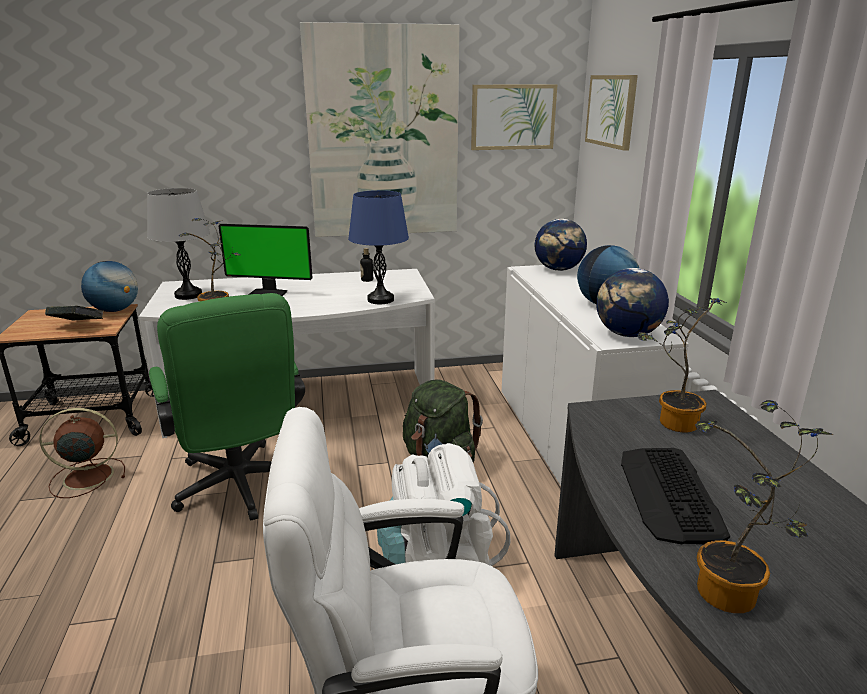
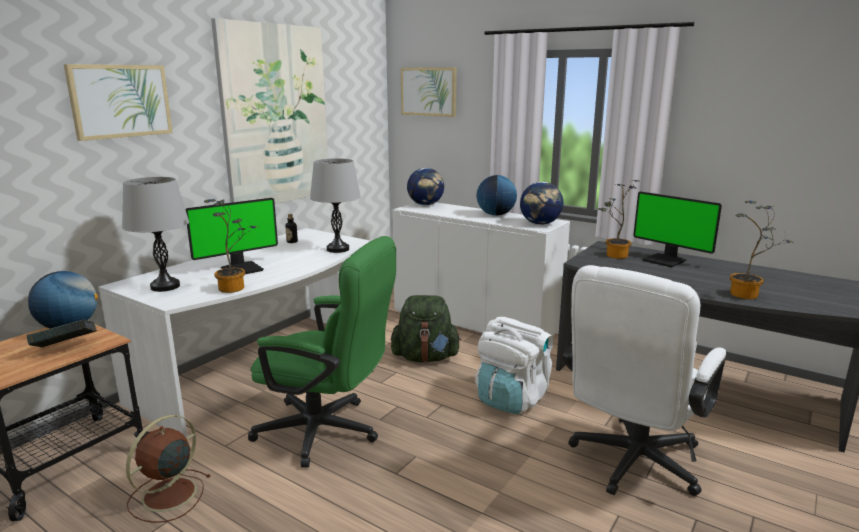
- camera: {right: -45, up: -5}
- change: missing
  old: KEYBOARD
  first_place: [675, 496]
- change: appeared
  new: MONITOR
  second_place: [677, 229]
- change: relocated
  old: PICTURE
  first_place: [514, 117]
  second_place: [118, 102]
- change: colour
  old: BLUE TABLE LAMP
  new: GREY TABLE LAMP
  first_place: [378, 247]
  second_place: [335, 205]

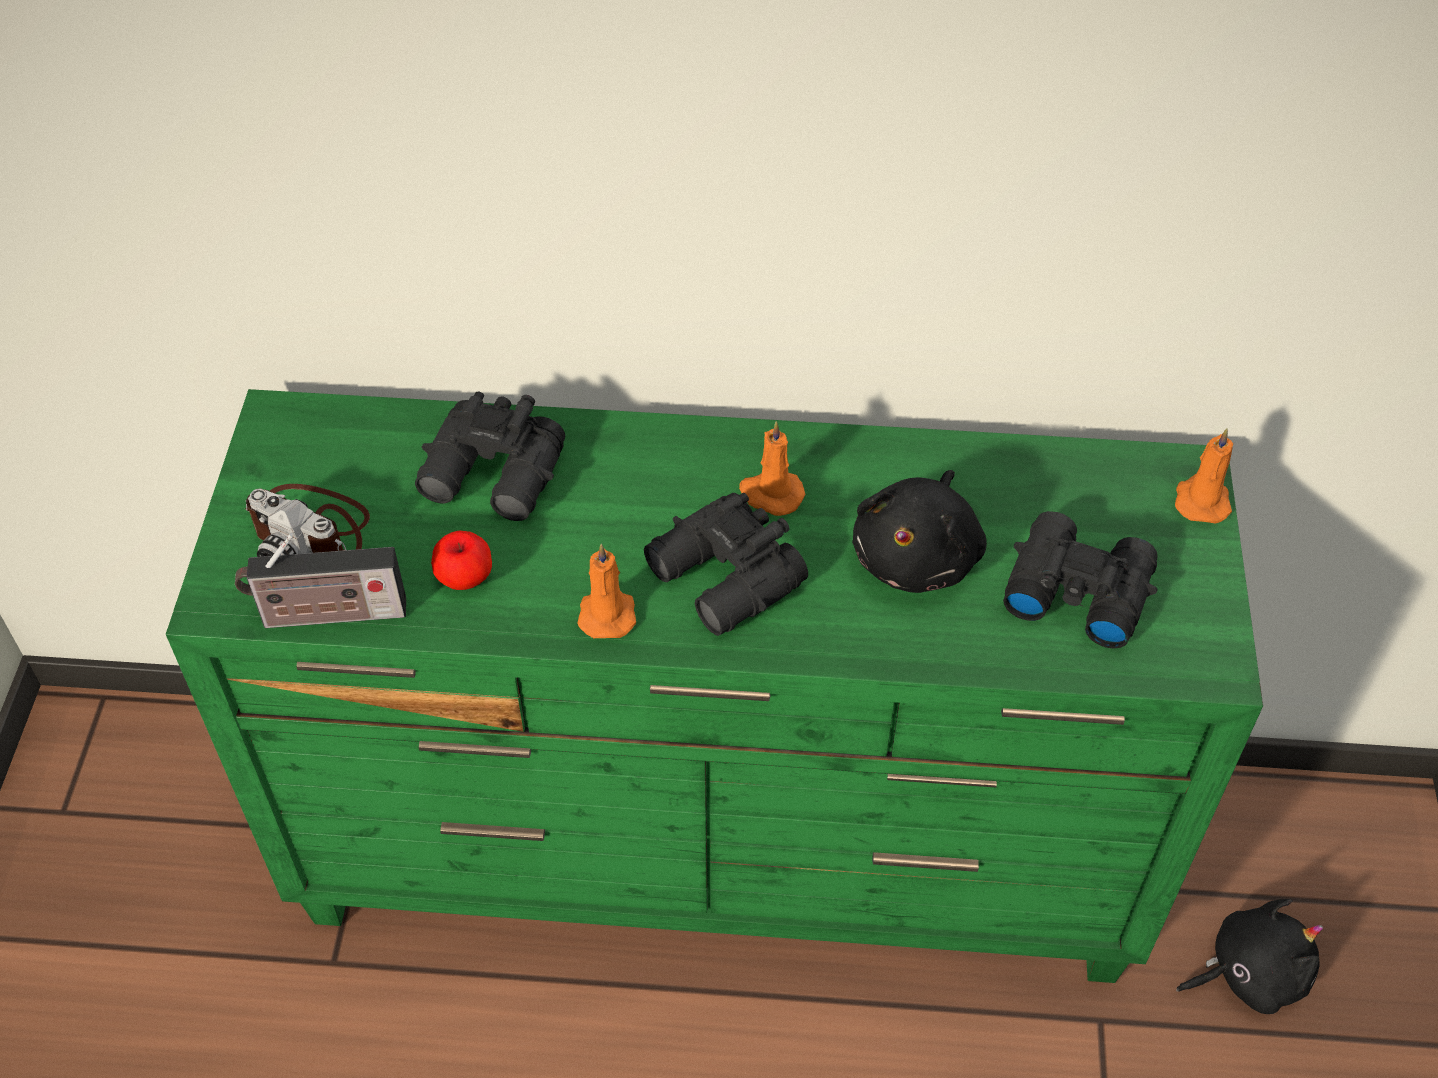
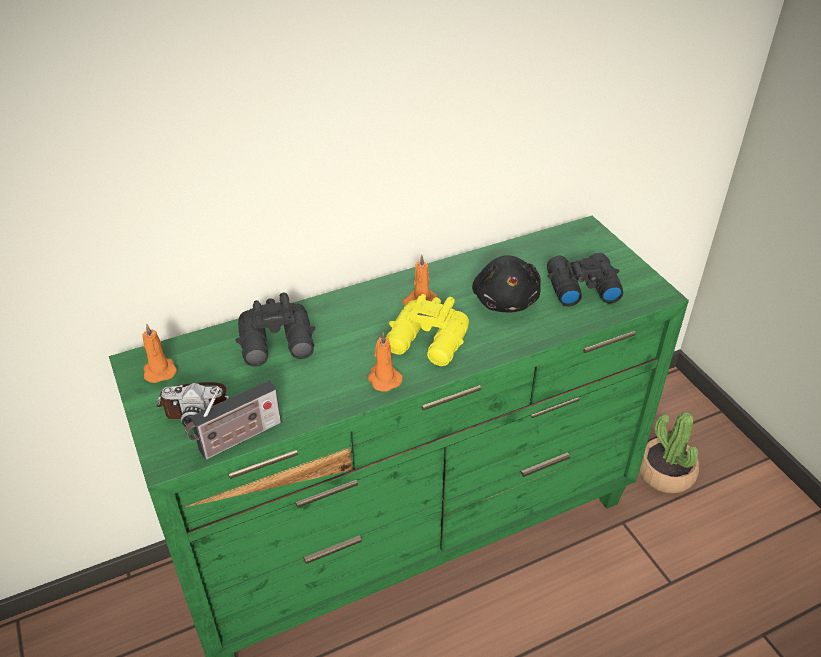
- camera: {right: -30, up: -10}
- change: missing
  old: APPLE
  first_place: [461, 560]
- change: relocated
  old: ORANGE CANDLE
  first_place: [1204, 475]
  second_place: [159, 353]
- change: exchanged
  old: BLACK PLUSH TOY
  new: POTTED PLANT
  first_place: [1249, 956]
  second_place: [669, 453]
- change: colour
  old: BLACK BINOCULARS
  new: YELLOW BINOCULARS
  first_place: [726, 564]
  second_place: [427, 330]

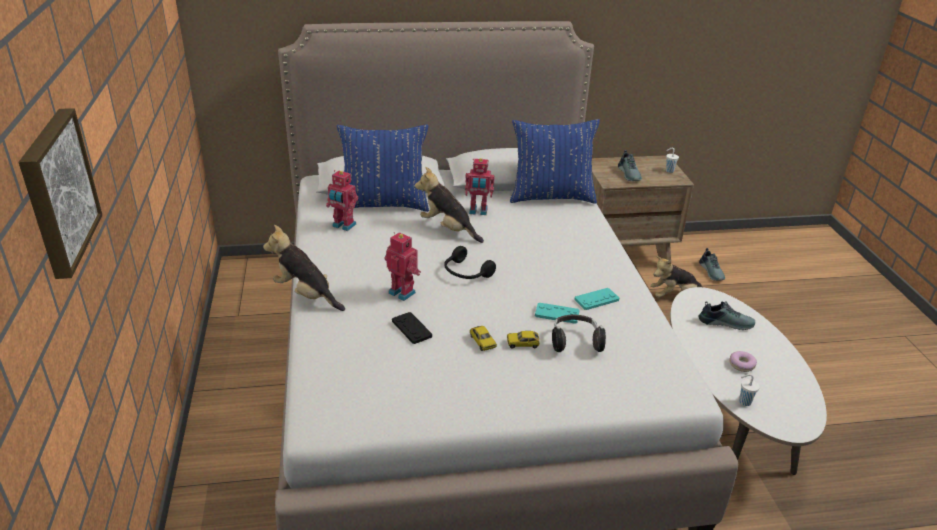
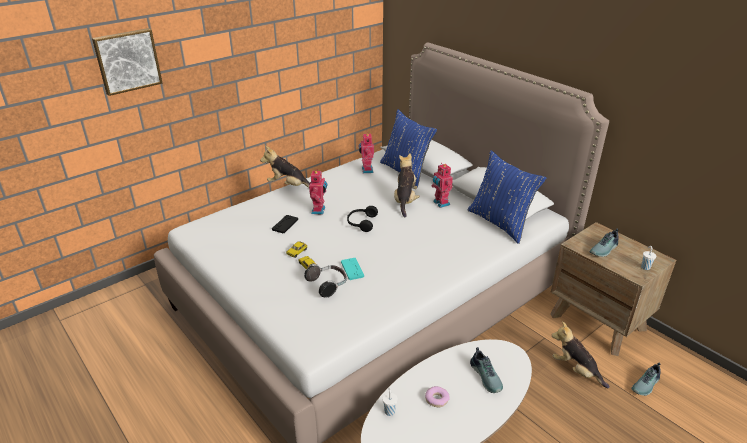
- camera: {right: 60, up: 0}
- change: missing
  old: TURQUOISE GAME CONTROLLER
  first_place: [596, 299]
- change: spun
  old: PLUSH TOY
  first_place: [304, 268]
  second_place: [285, 167]
  degrees: -75

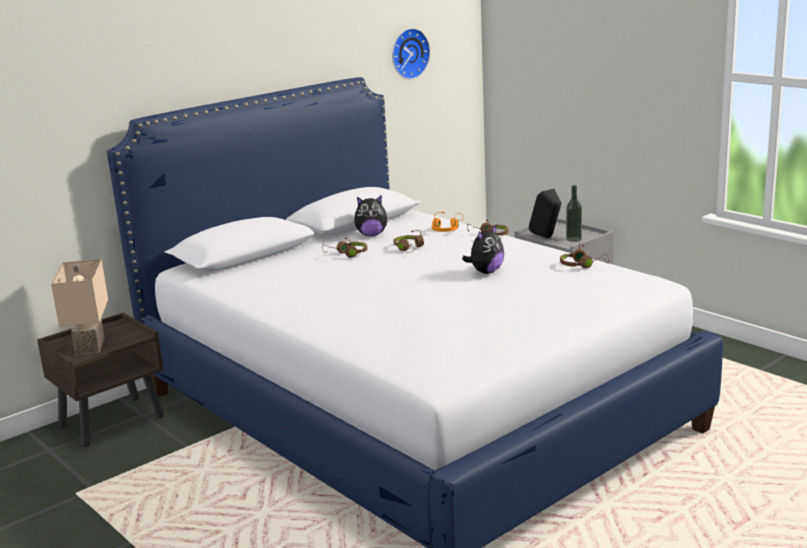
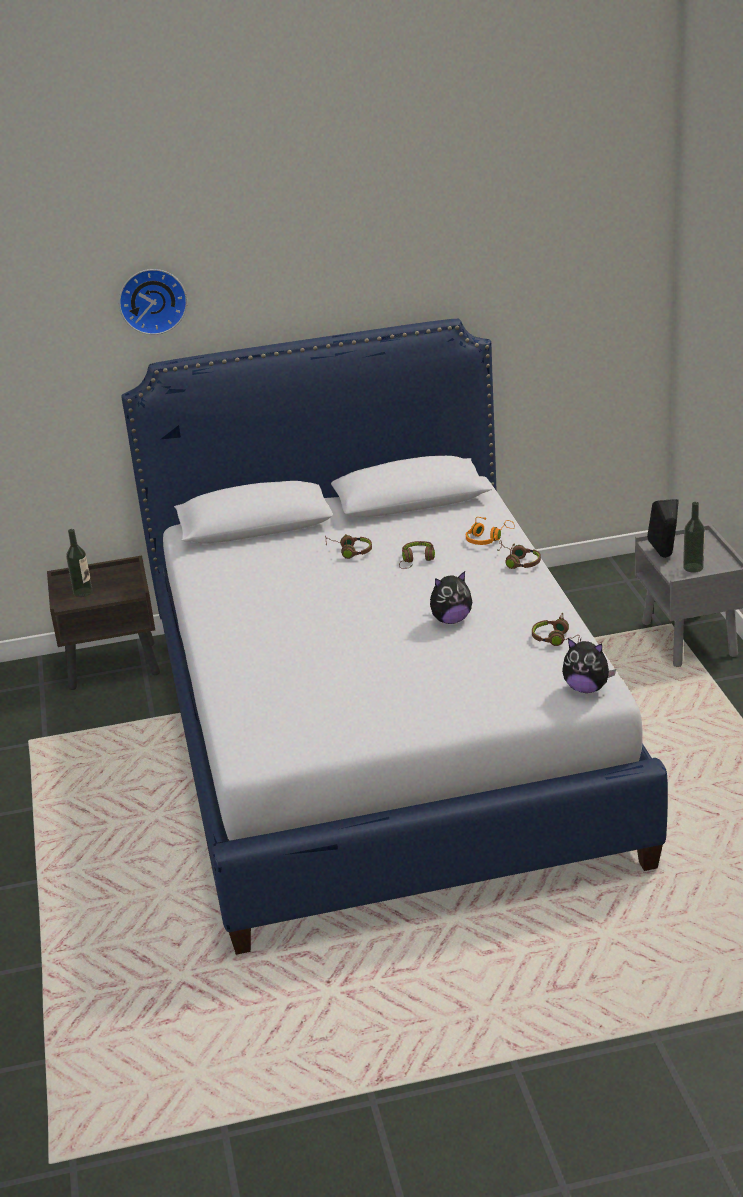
- camera: {right: 30, up: 10}
- change: relocated
  old: PLUSH TOY
  first_place: [371, 215]
  second_place: [589, 665]
- change: relocated
  old: WALL CLOCK
  first_place: [411, 53]
  second_place: [153, 302]
- change: exchanged
  old: BEIGE TABLE LAMP
  new: BOTTLE
  first_place: [79, 307]
  second_place: [79, 563]

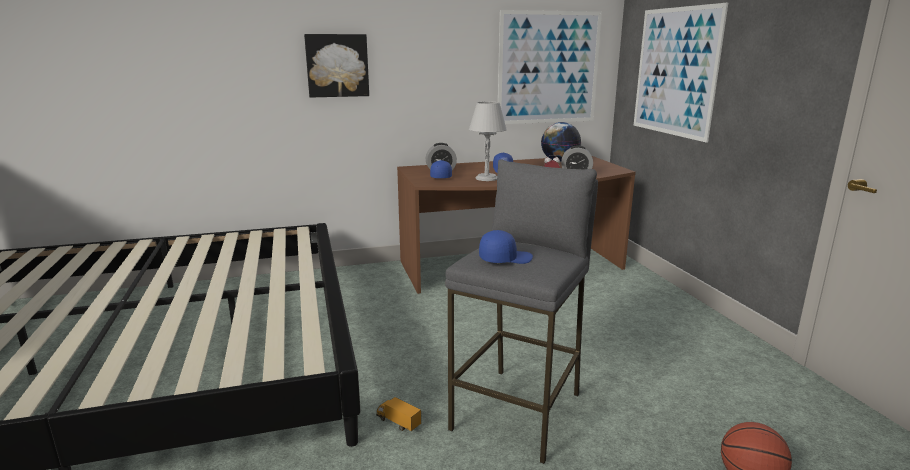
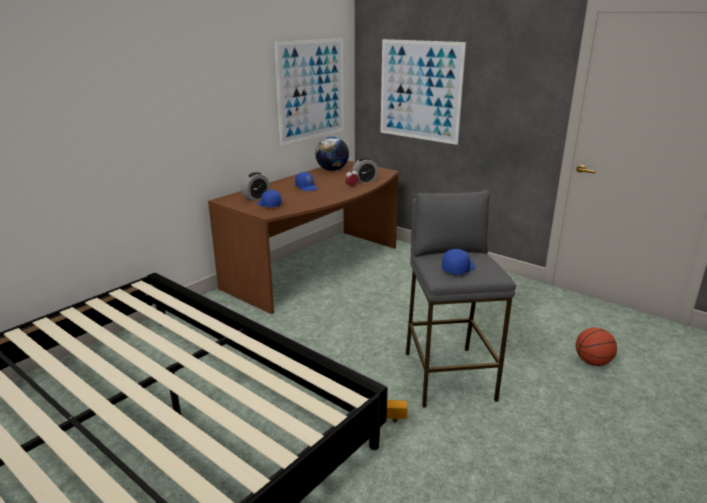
- camera: {right: -35, up: 5}
- change: missing
  old: PICTURE
  first_place: [336, 66]
- change: missing
  old: GREY TABLE LAMP
  first_place: [488, 141]

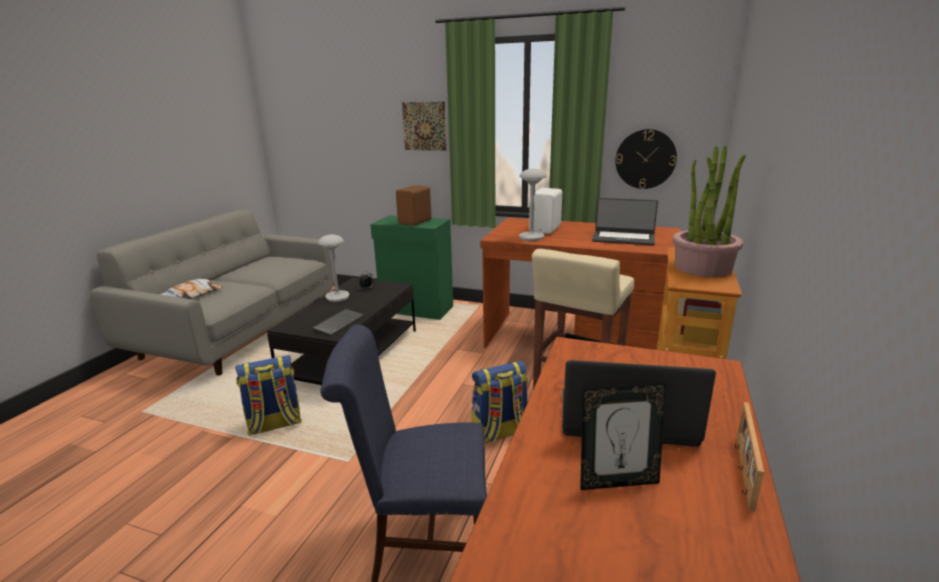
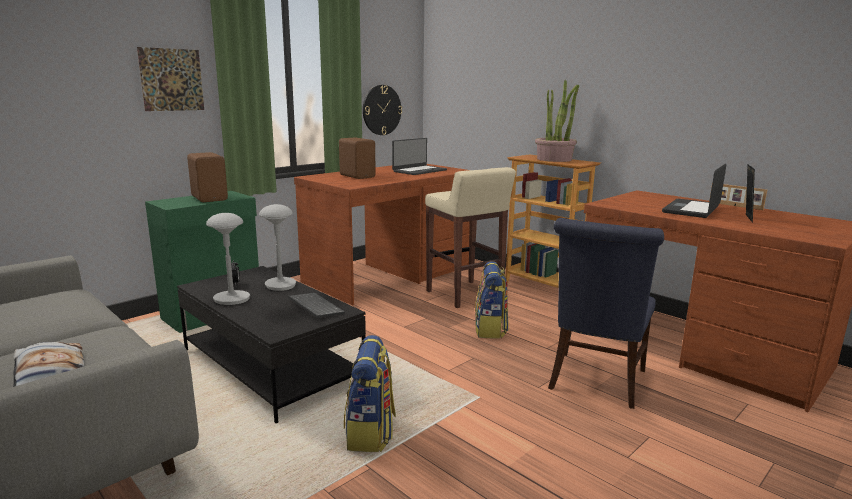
- camera: {right: -65, up: -5}
- change: relocated
  old: GREY TABLE LAMP
  first_place: [533, 204]
  second_place: [277, 247]
- change: colour
  old: WHITE SPEAKER
  new: BROWN SPEAKER
  first_place: [545, 211]
  second_place: [357, 158]

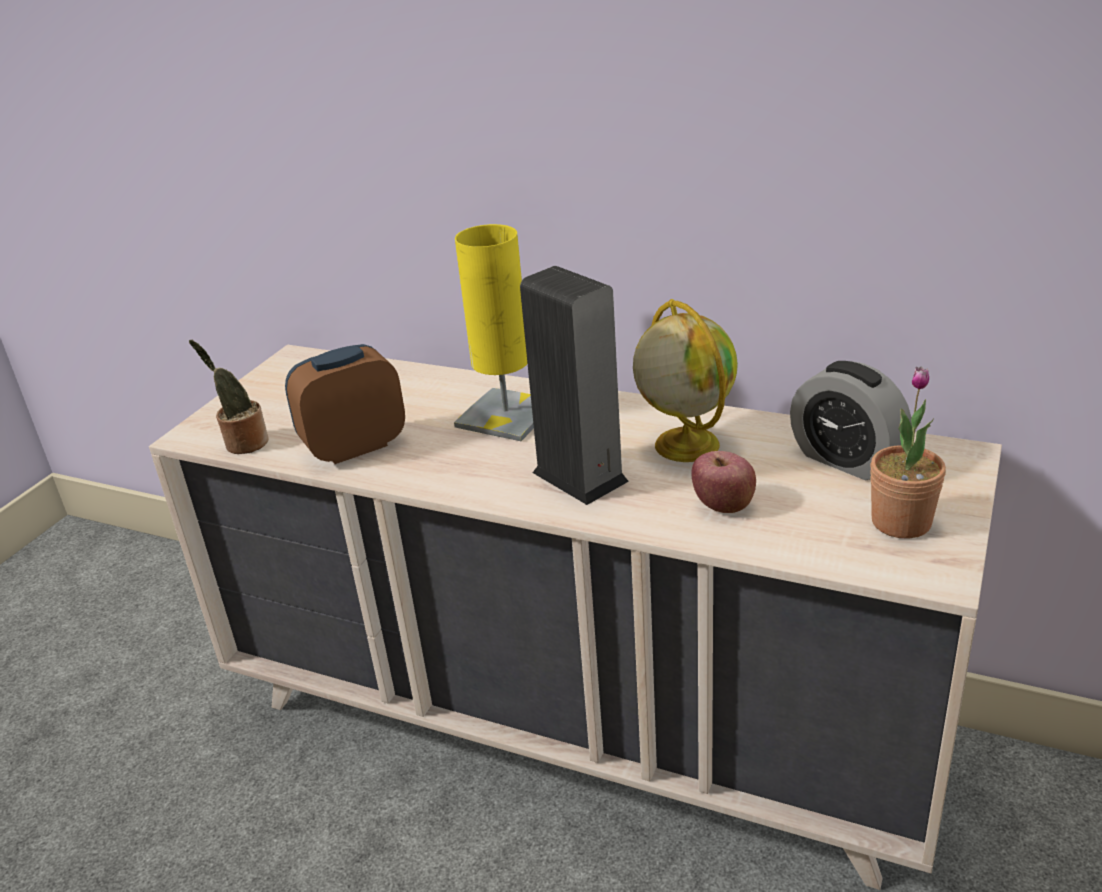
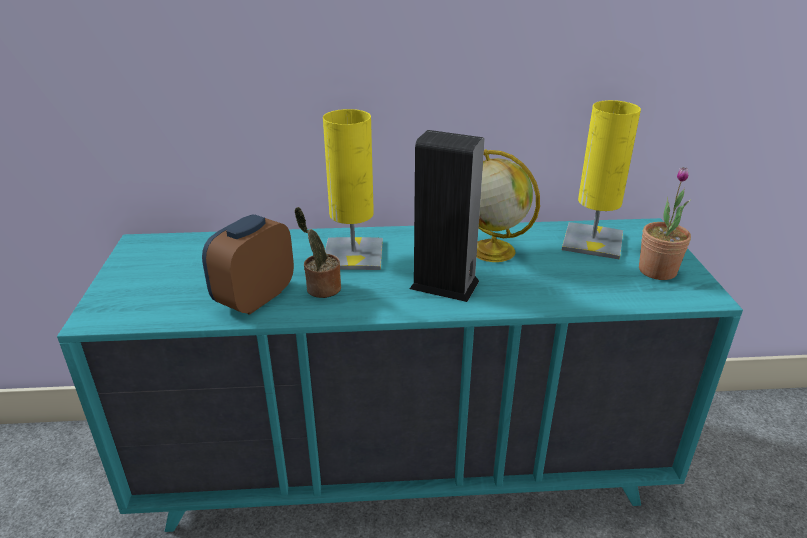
- camera: {right: -30, up: 0}
- change: missing
  old: APPLE
  first_place: [723, 482]
- change: relocated
  old: POTTED PLANT
  first_place: [229, 397]
  second_place: [318, 252]
- change: exchanged
  old: ALARM CLOCK
  new: YELLOW TABLE LAMP
  first_place: [851, 420]
  second_place: [601, 179]
- change: colour
  old: BEIGE DRESSER
  new: TURQUOISE DRESSER
  first_place: [575, 617]
  second_place: [400, 375]

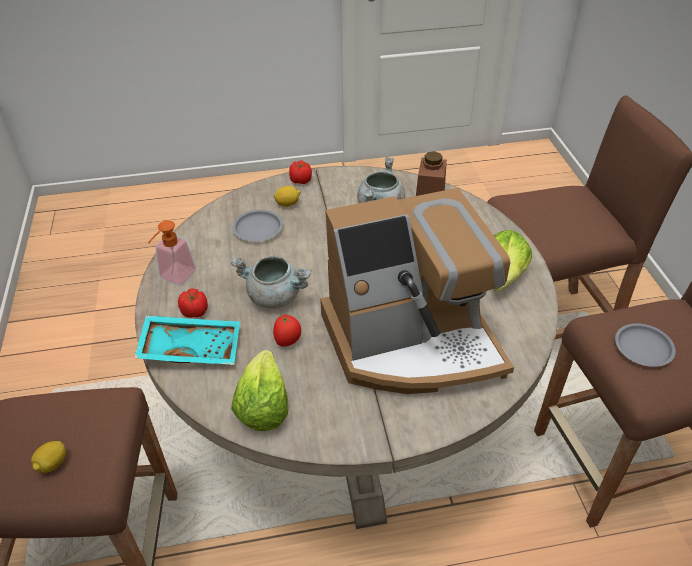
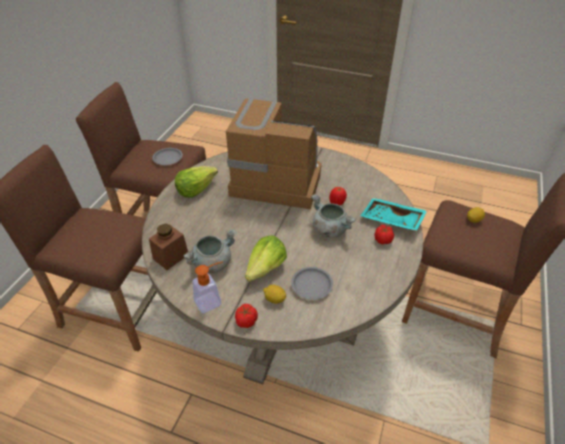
- camera: {right: -150, up: 0}
- change: relocated
  old: SOAP DISPENSER
  first_place: [172, 252]
  second_place: [208, 287]
- change: relocated
  old: LETTUCE
  first_place: [260, 390]
  second_place: [266, 258]

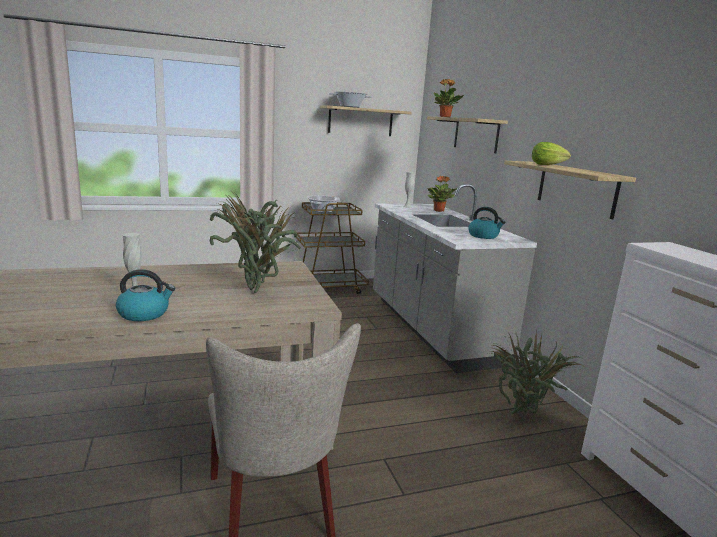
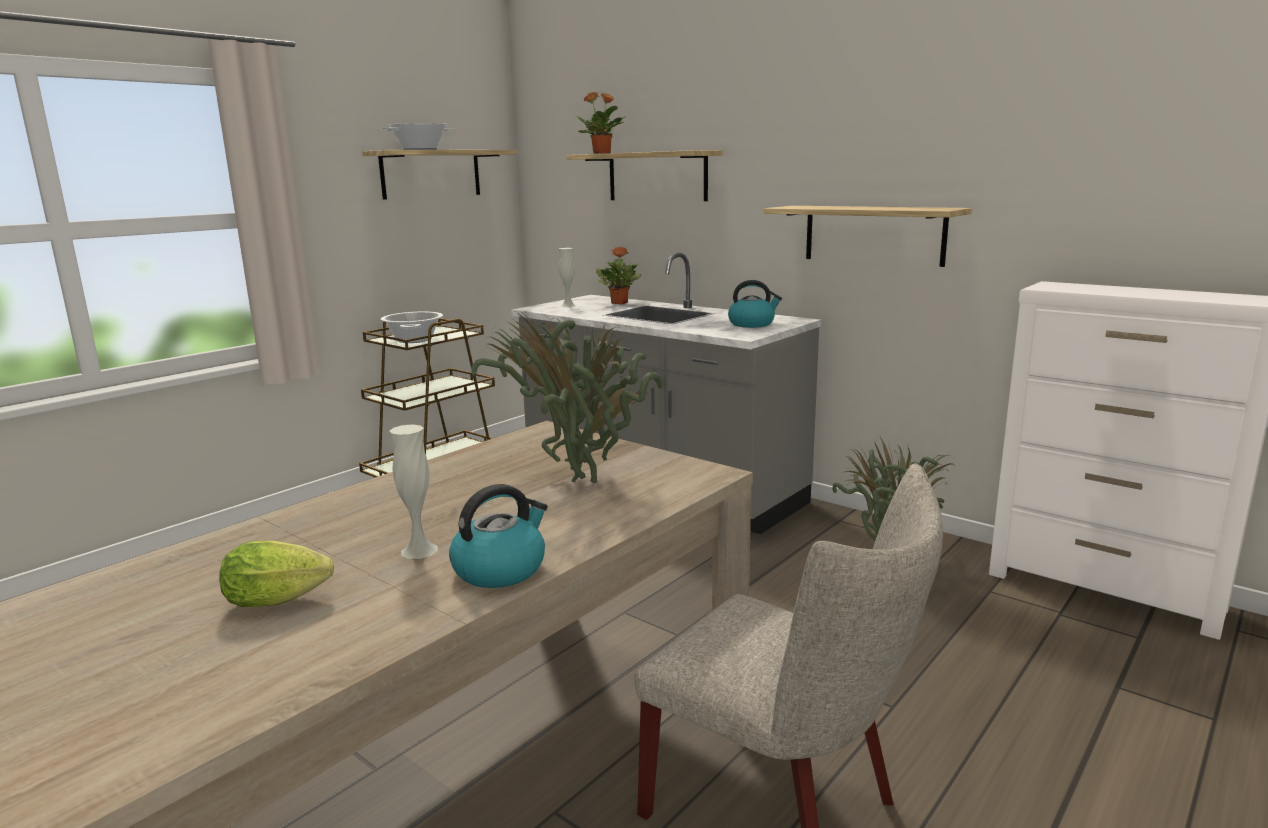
- camera: {right: -30, up: 0}
- change: relocated
  old: LETTUCE
  first_place: [551, 153]
  second_place: [276, 574]

